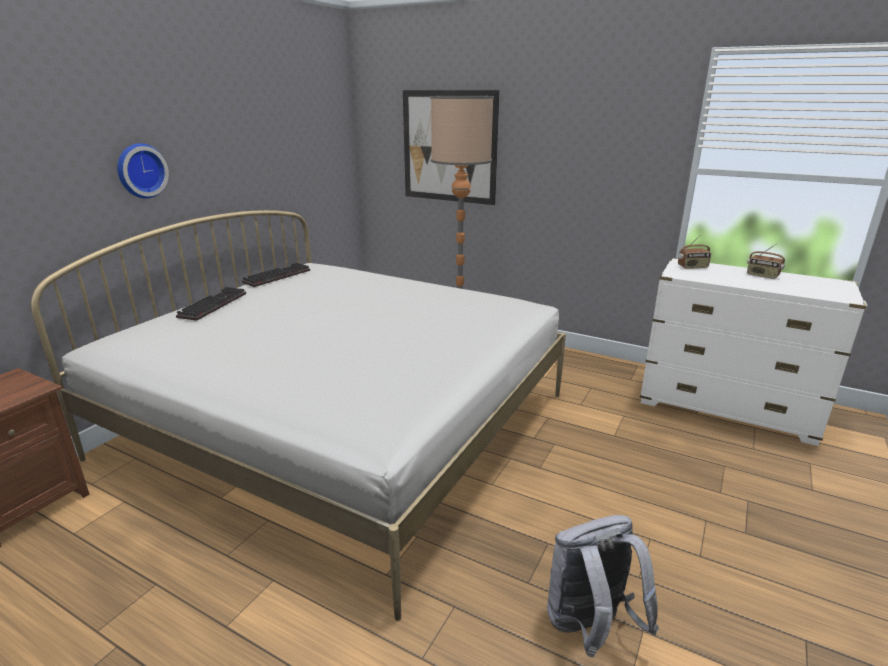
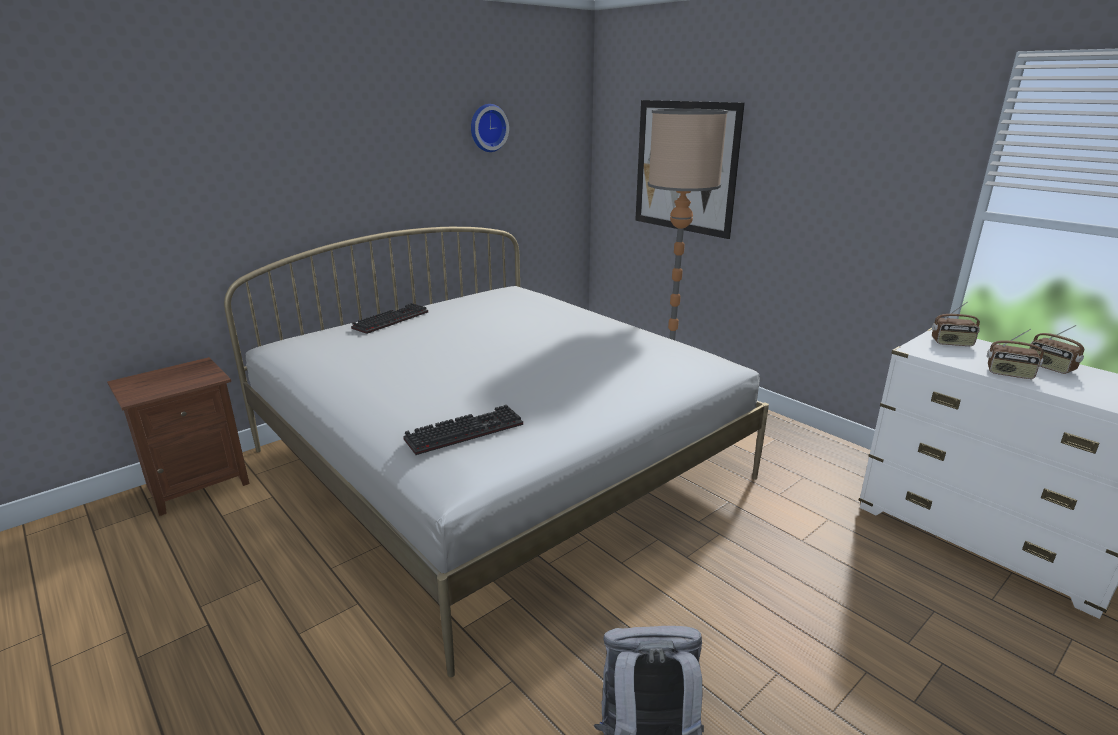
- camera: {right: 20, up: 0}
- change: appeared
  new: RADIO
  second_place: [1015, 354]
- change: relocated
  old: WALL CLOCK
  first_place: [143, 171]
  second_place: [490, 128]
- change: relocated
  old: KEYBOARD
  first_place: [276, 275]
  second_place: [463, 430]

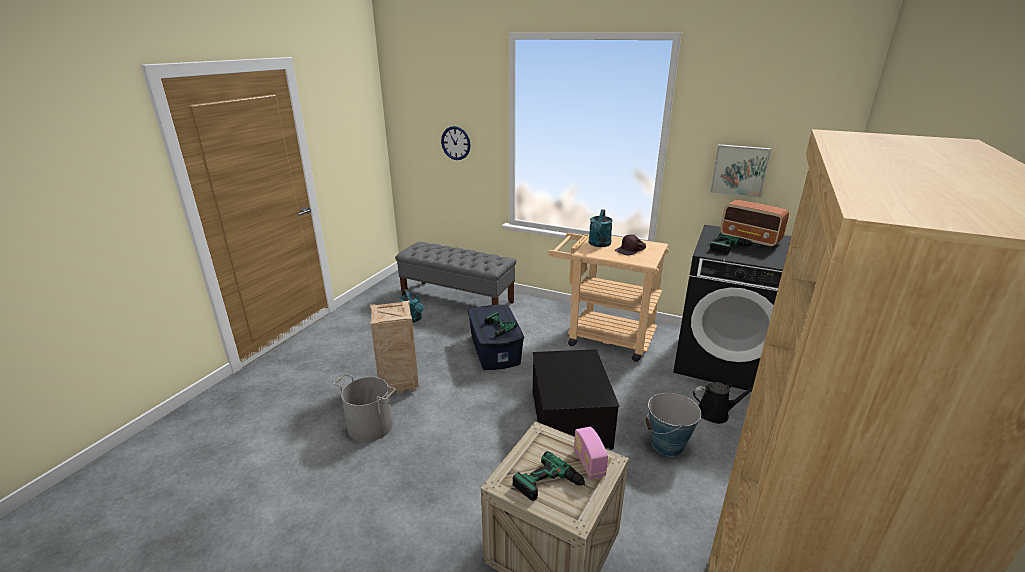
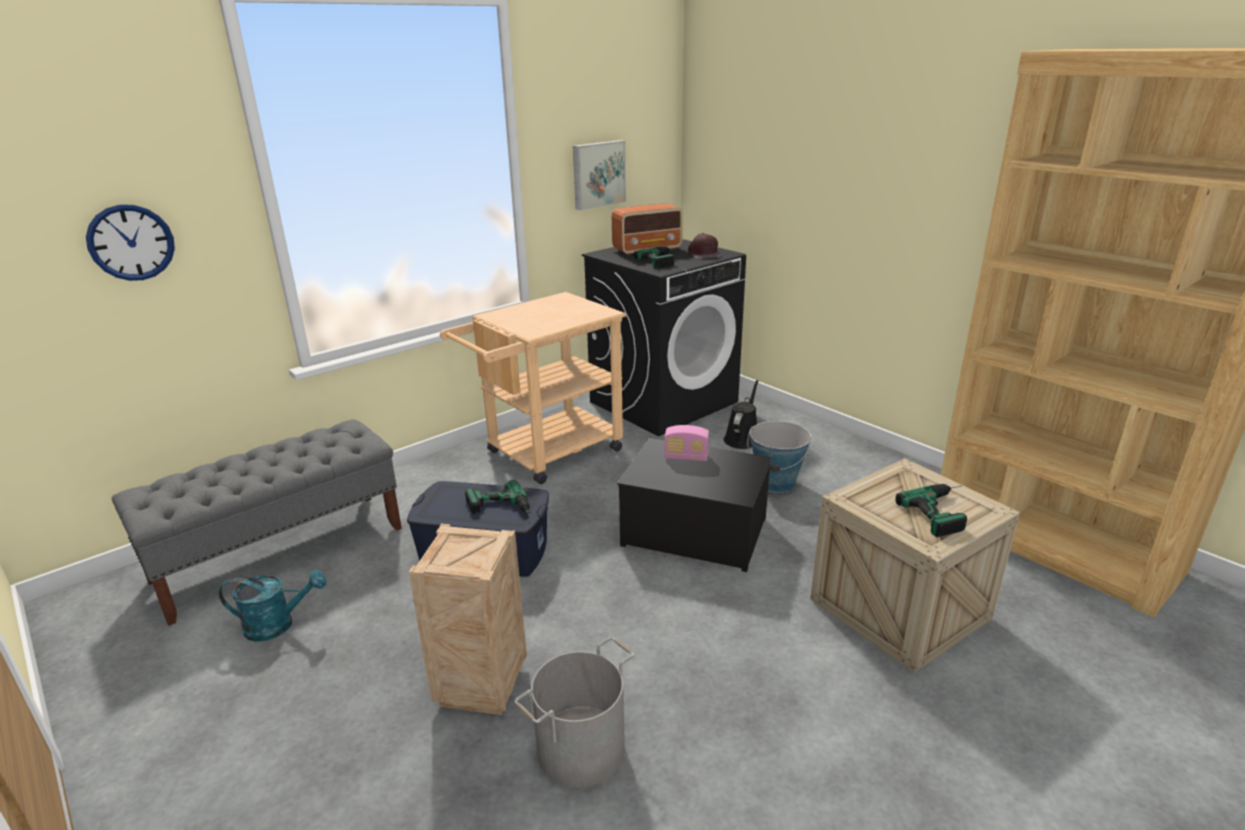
- camera: {right: -65, up: 0}
- change: missing
  old: TURQUOISE WATERING CAN
  first_place: [601, 228]
- change: relocated
  old: RADIO
  first_place: [591, 453]
  second_place: [686, 443]
- change: relocated
  old: BROWN CAP
  first_place: [630, 245]
  second_place: [704, 246]

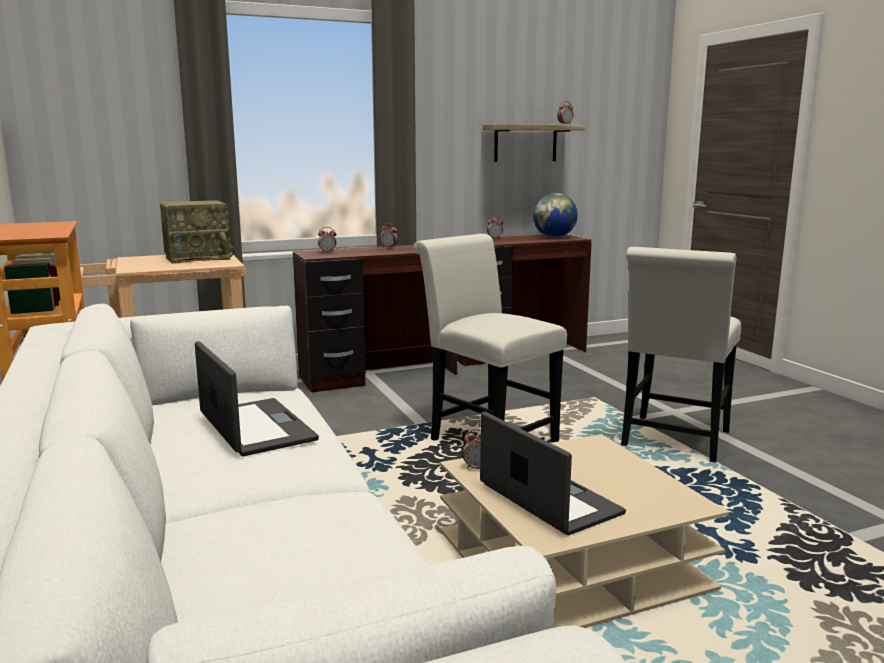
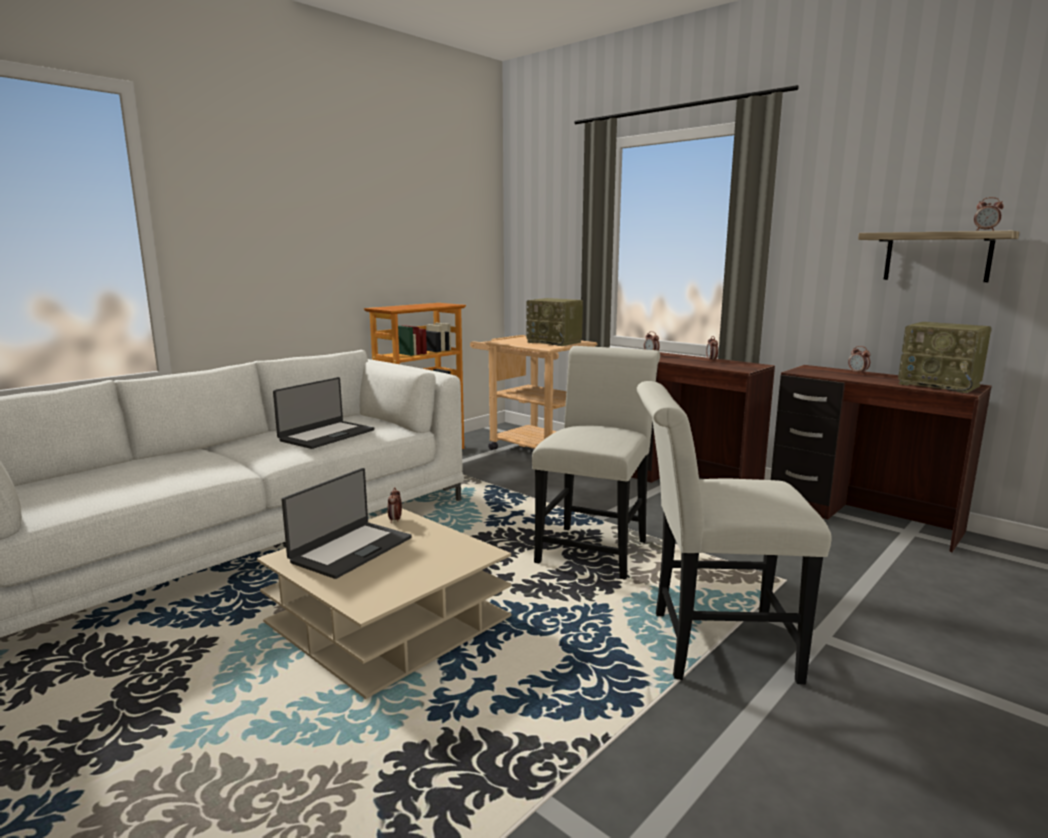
- camera: {right: 65, up: 0}
- change: exchanged
  old: GLOBE
  new: RADIO
  first_place: [555, 215]
  second_place: [945, 357]

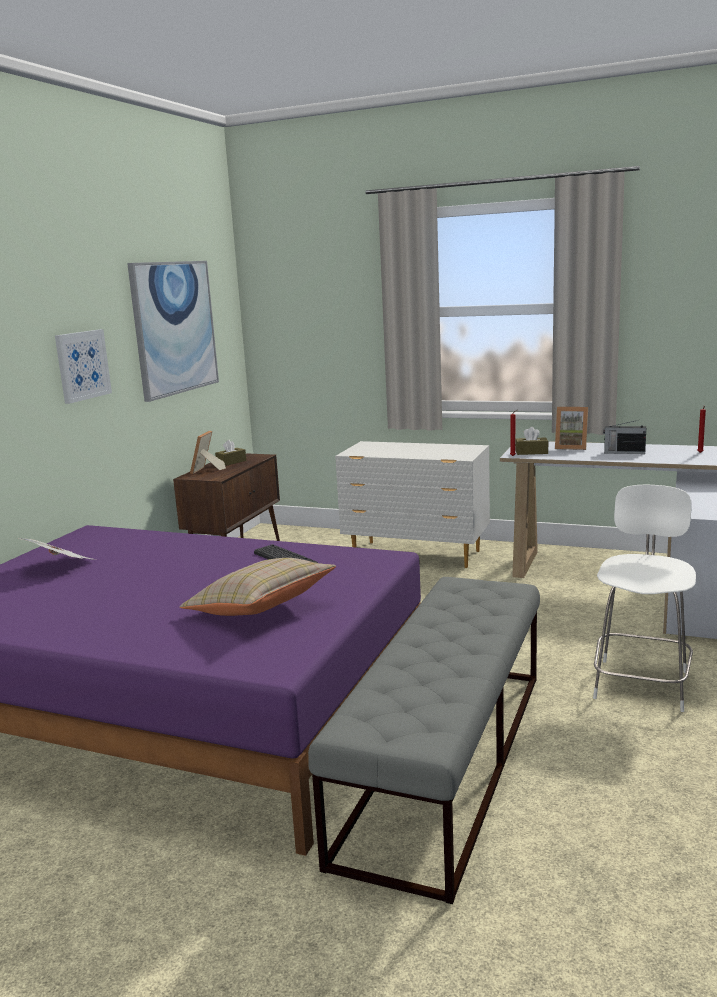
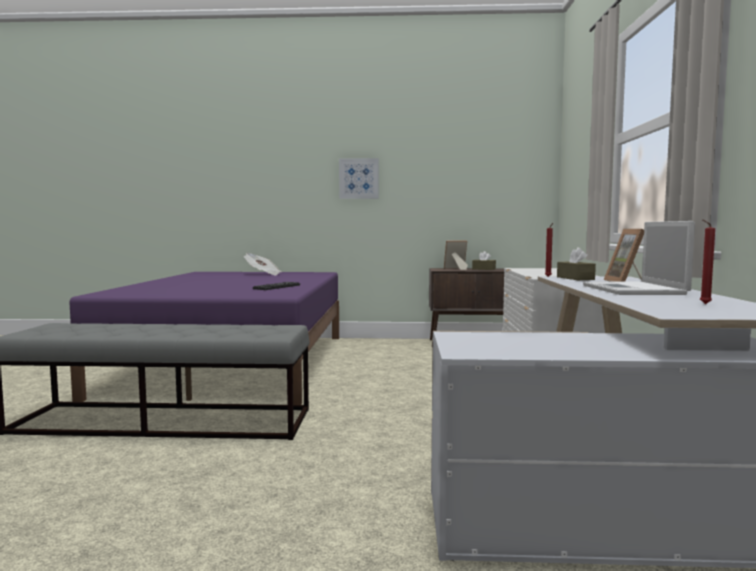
- camera: {right: 70, up: -10}
- change: missing
  old: PICTURE
  first_place: [173, 331]
- change: missing
  old: BEIGE PILLOW
  first_place: [258, 587]
- change: missing
  old: WHITE CHAIR
  first_place: [644, 598]
- change: exchanged
  old: RADIO
  new: LAPTOP
  first_place: [624, 437]
  second_place: [639, 258]

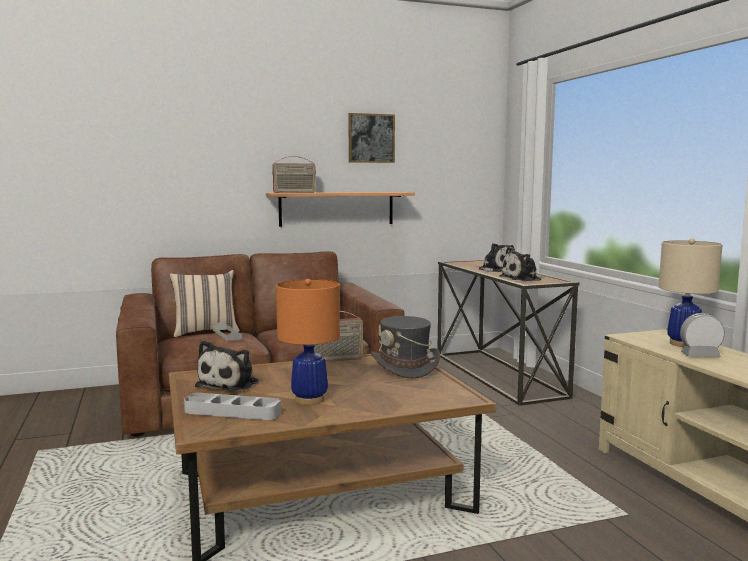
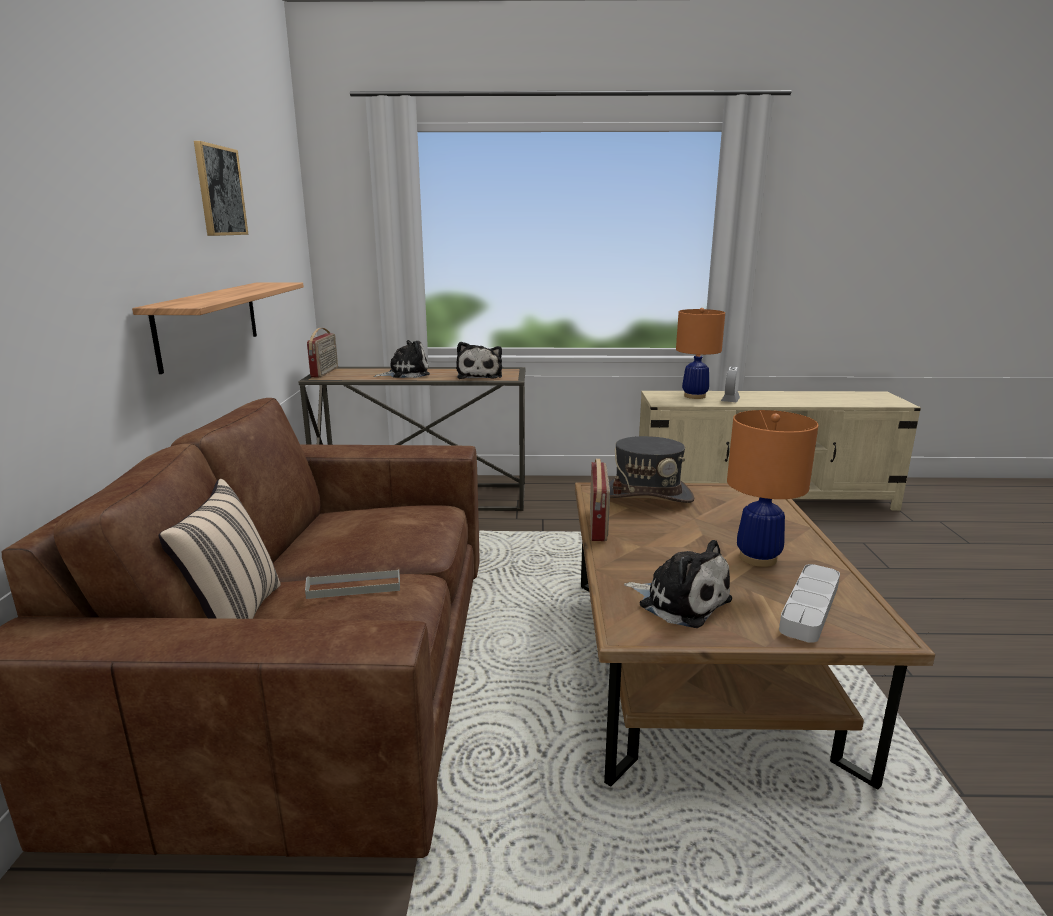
- camera: {right: -70, up: 10}
- change: relocated
  old: RADIO
  first_place: [294, 174]
  second_place: [322, 352]
- change: colour
  old: BEIGE TABLE LAMP
  new: ORANGE TABLE LAMP
  first_place: [690, 292]
  second_place: [700, 353]

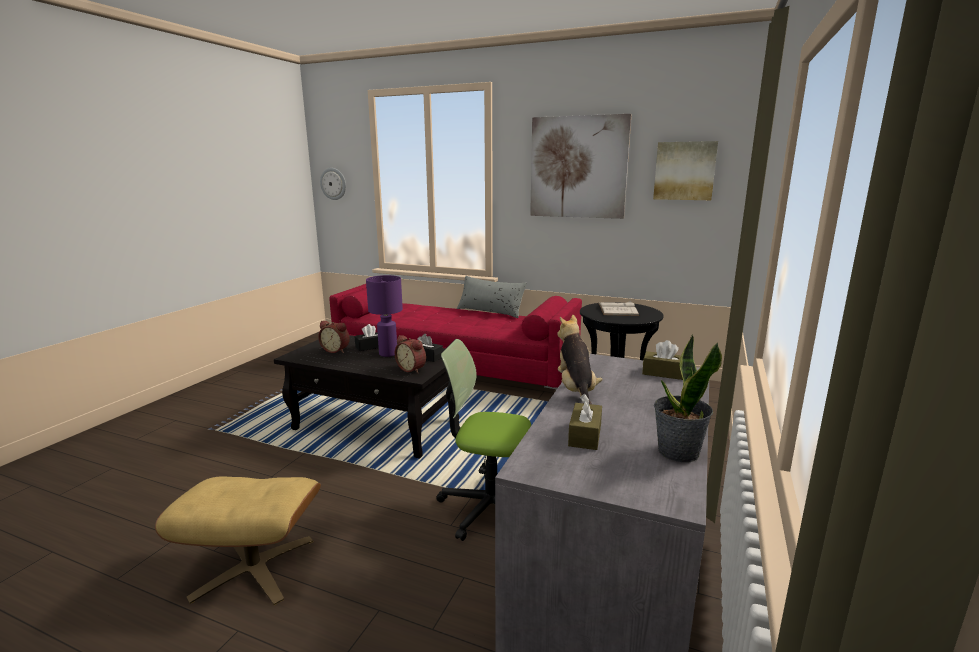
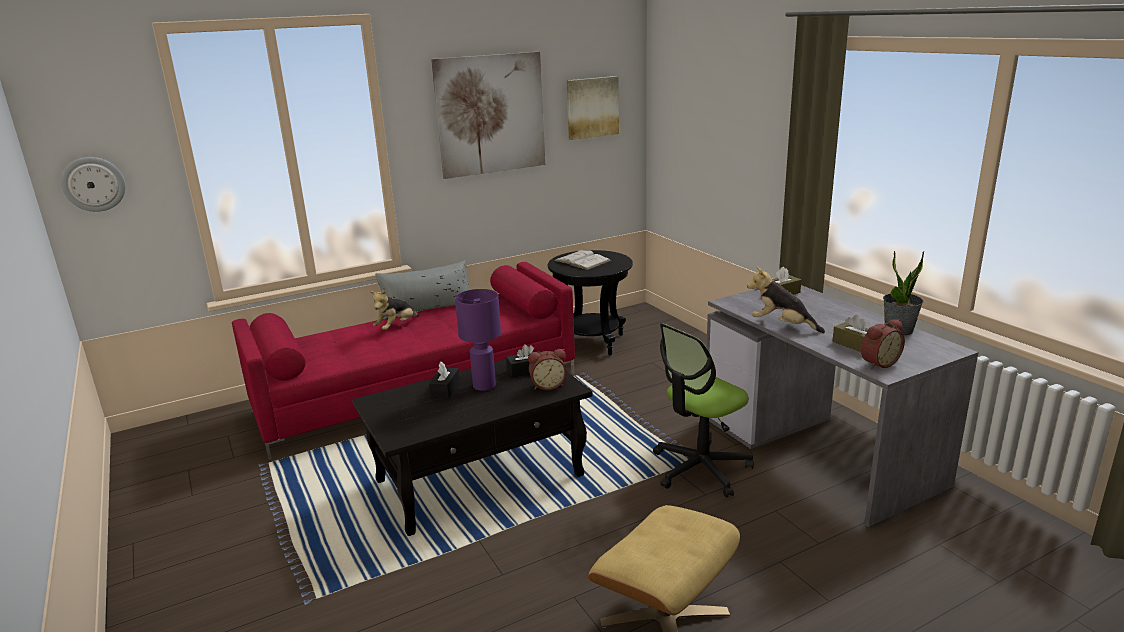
- camera: {right: -50, up: 5}
- change: appeared
  new: PLUSH TOY
  second_place: [394, 309]
- change: relocated
  old: ALARM CLOCK
  first_place: [334, 337]
  second_place: [883, 344]

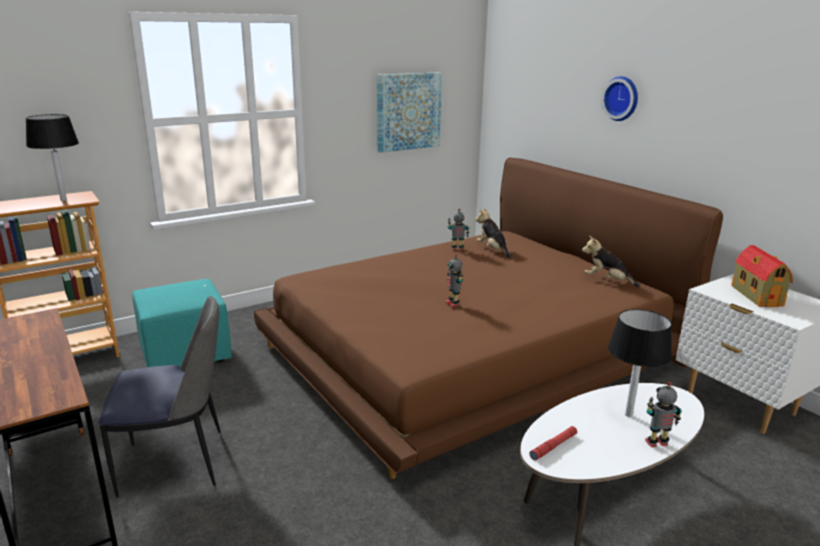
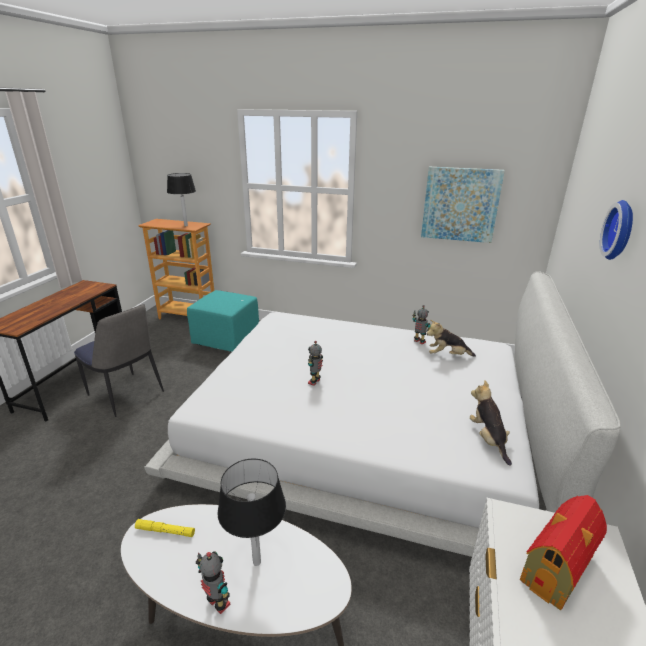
- camera: {right: 50, up: 5}
- change: colour
  old: BROWN BED
  new: WHITE BED
  first_place: [488, 318]
  second_place: [382, 414]
- change: colour
  old: RED FLASHLIGHT
  new: YELLOW FLASHLIGHT
  first_place: [553, 443]
  second_place: [165, 528]
- change: spun
  old: PLUSH TOY
  first_place: [494, 233]
  second_place: [451, 338]
  degrees: -105

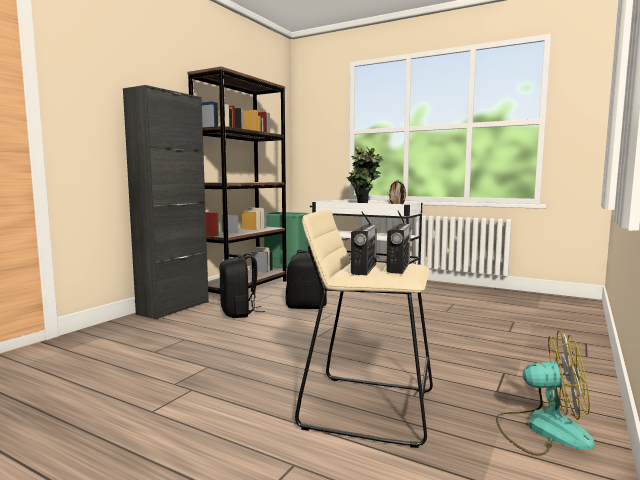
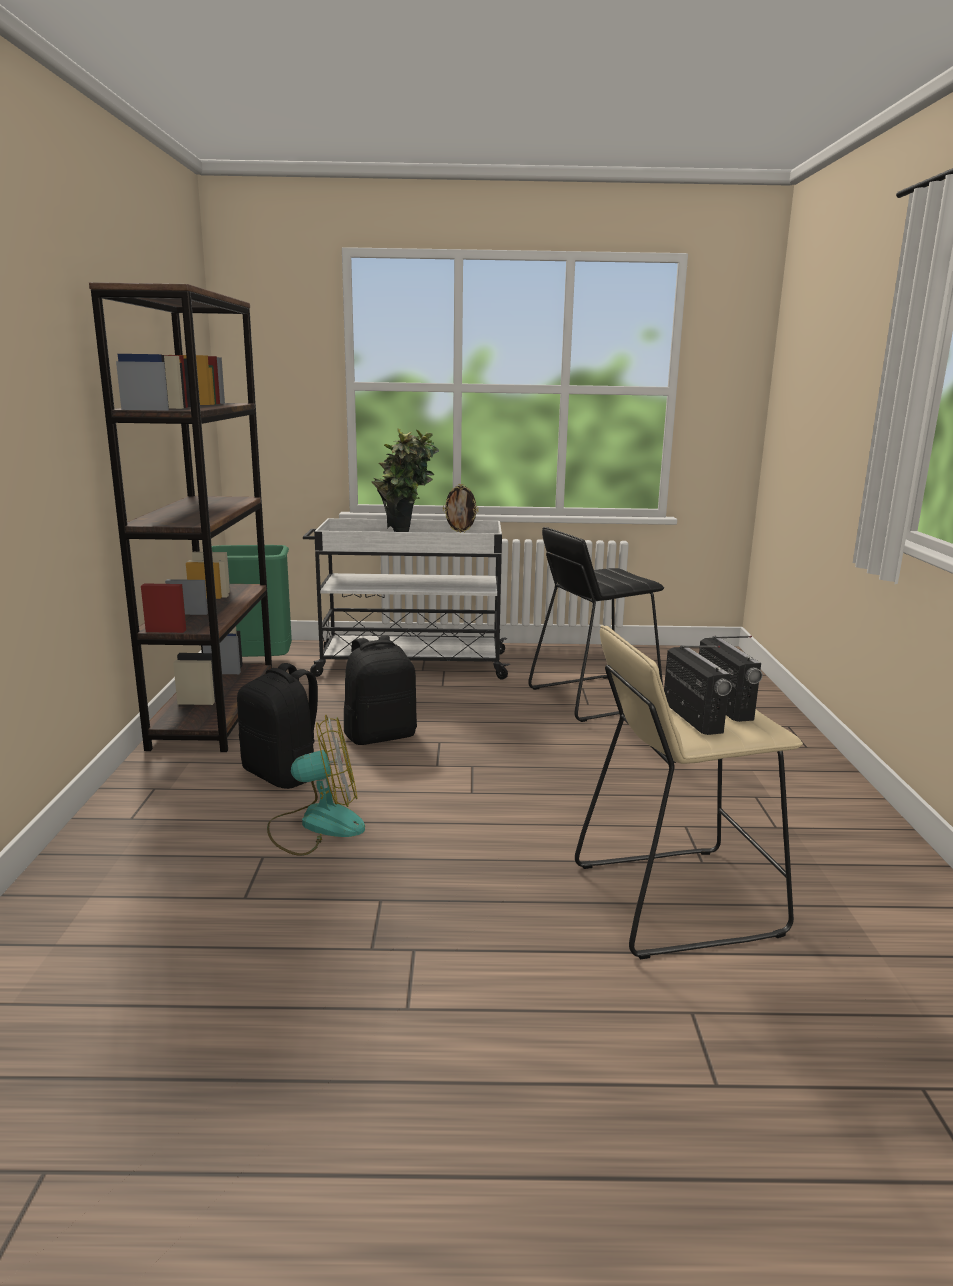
- camera: {right: -30, up: 10}
- change: missing
  old: BLACK CABINET
  first_place: [166, 202]
- change: appeared
  new: BLACK STOOL
  second_place: [596, 624]
- change: relocated
  old: FAN
  first_place: [545, 393]
  second_place: [316, 785]

